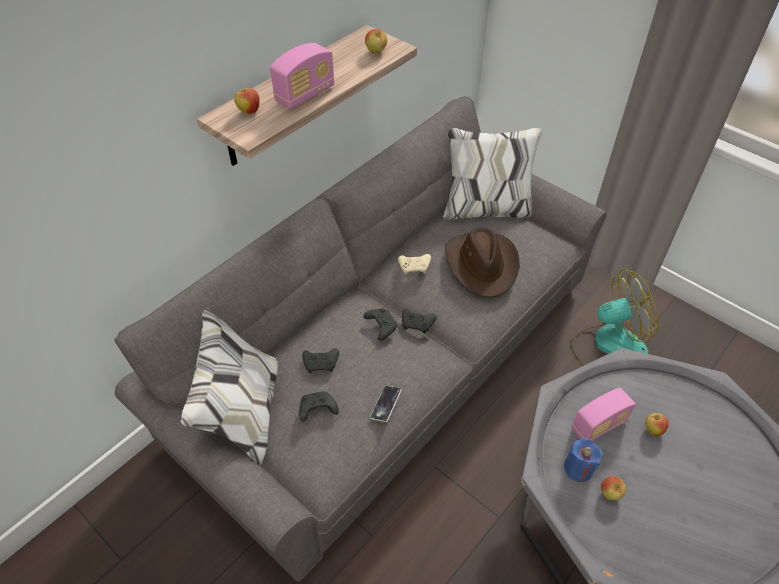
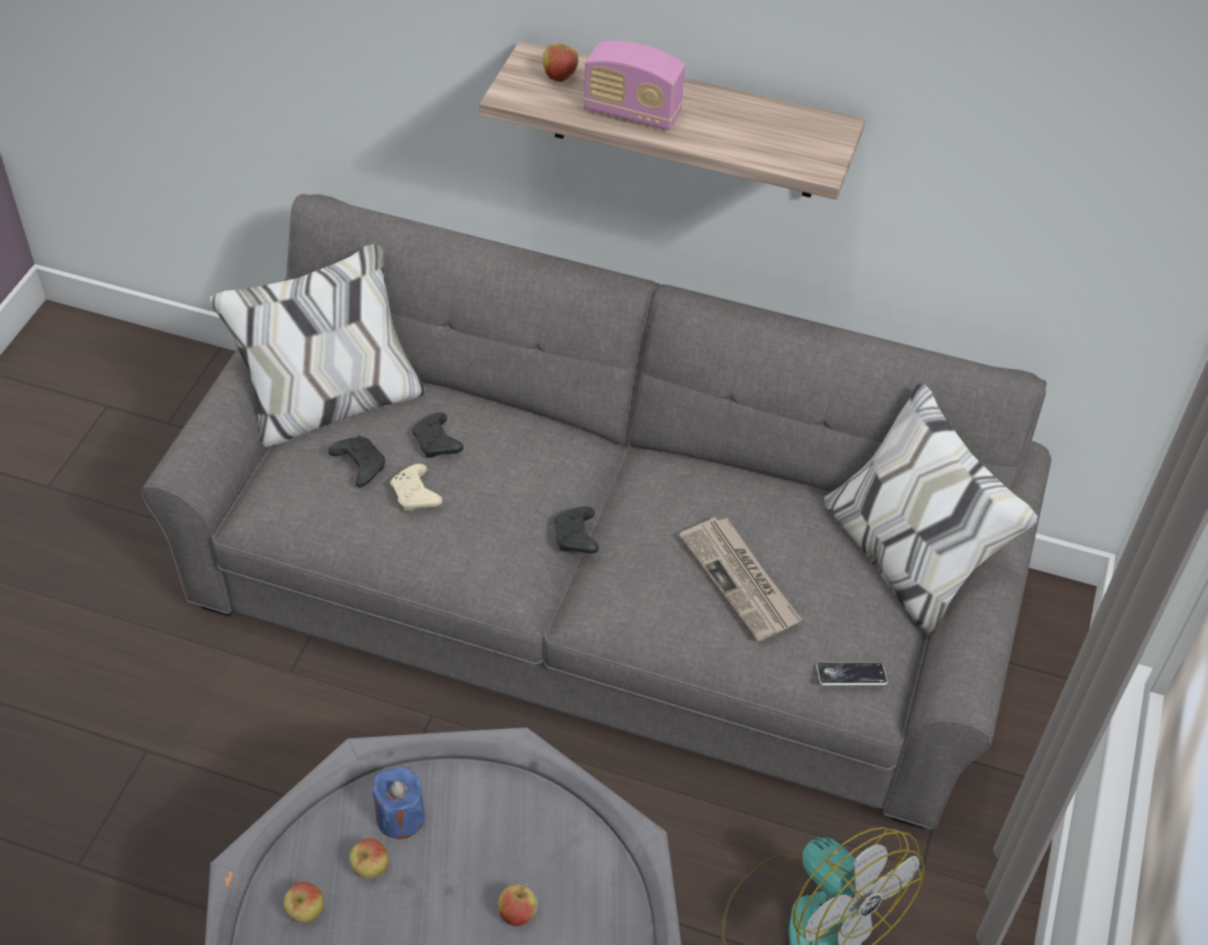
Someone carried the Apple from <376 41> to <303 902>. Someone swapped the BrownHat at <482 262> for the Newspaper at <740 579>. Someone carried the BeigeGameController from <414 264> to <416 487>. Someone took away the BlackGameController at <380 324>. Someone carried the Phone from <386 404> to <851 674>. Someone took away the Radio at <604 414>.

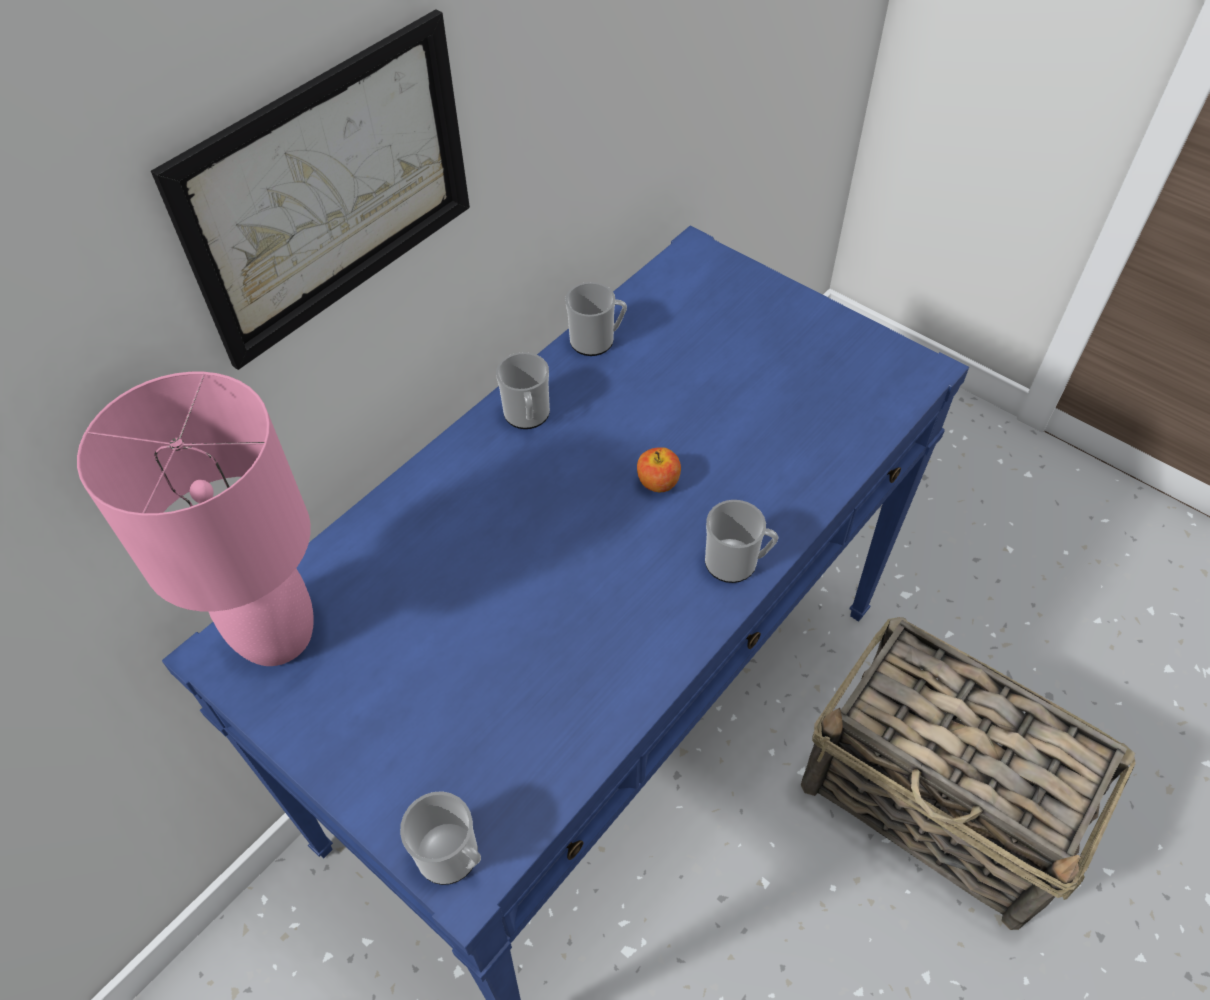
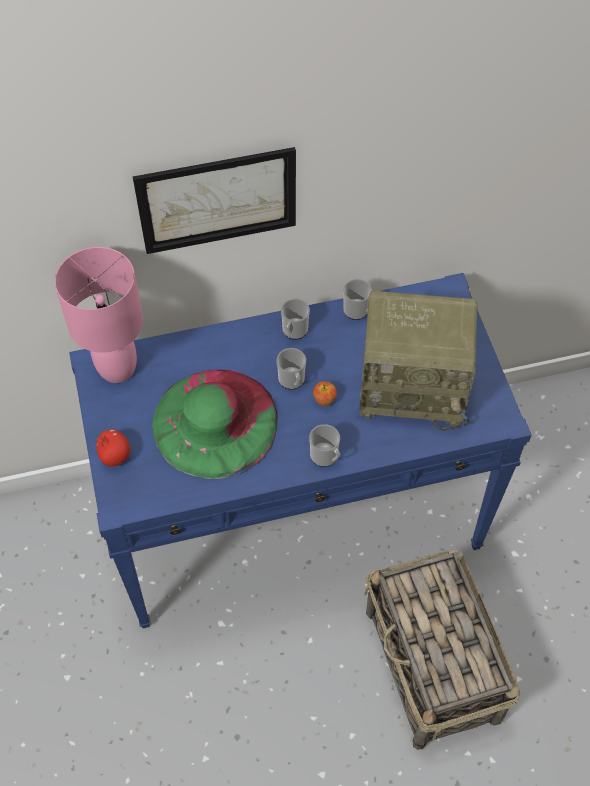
Someone carried the Mug from <440 838> to <291 369>. Someone put down the Radio at <418 360>. Someone put down the GreenHat at <215 424>. Someone put down the Apple at <113 448>.

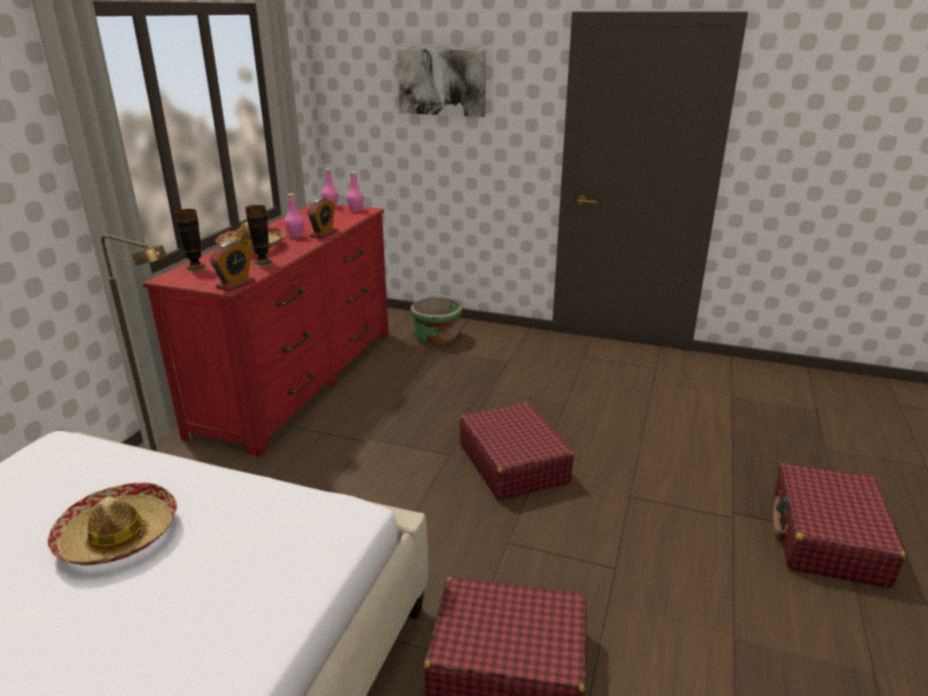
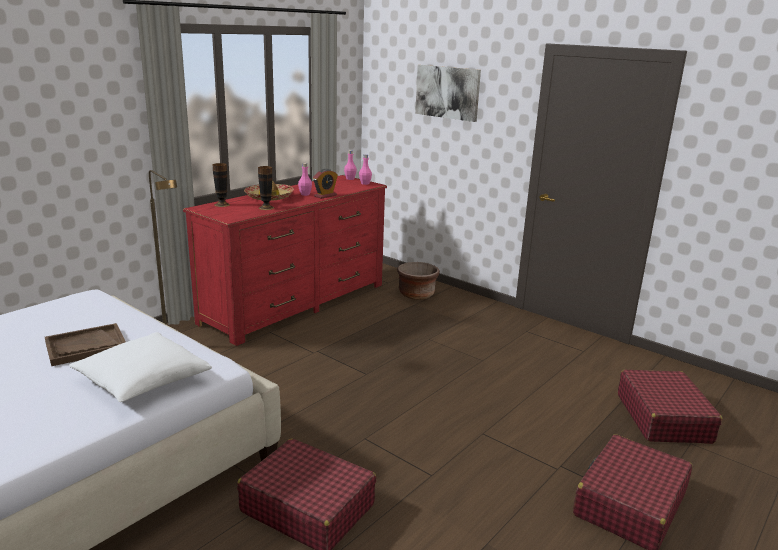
Someone took away the AlarmClock at <232 266>. Someone repainted the GreenPlanter at <436 320>, which became the BrownPlanter at <418 281>. Someone carried the RedSuitcase from <516 451> to <670 407>. Someone swapped the Hat at <112 524> for the BrownTray at <85 344>. Someone put down the WhitePillow at <140 367>.

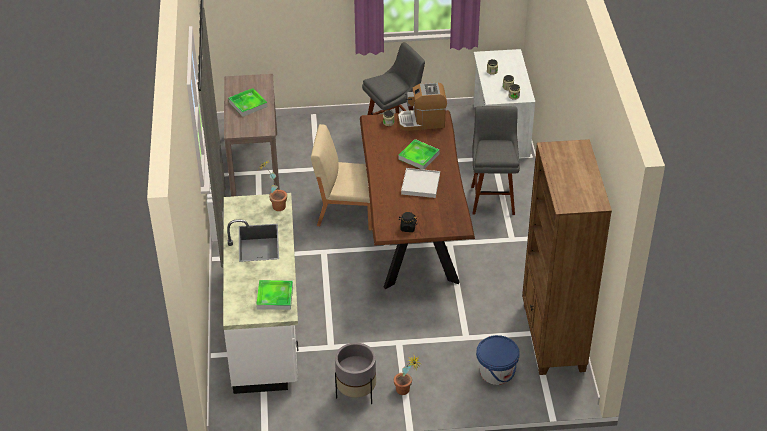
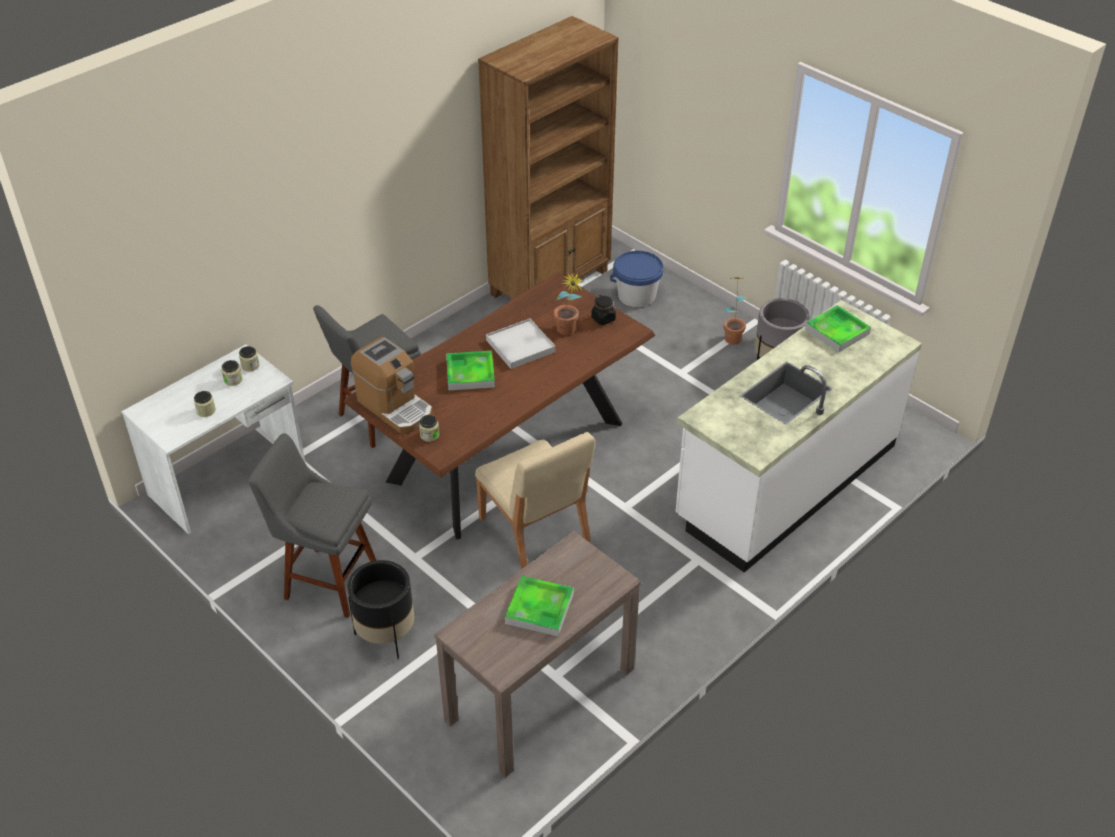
Someone carried the PottedPlant from <272 186> to <568 303>. Someone put down the BlackPlanter at <381 609>.

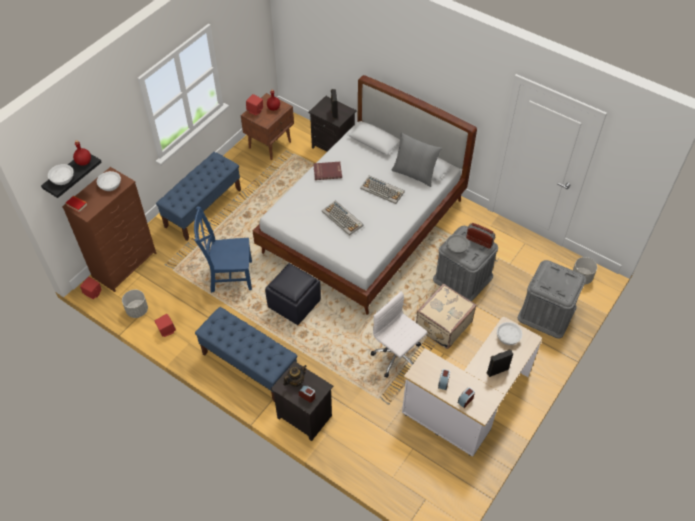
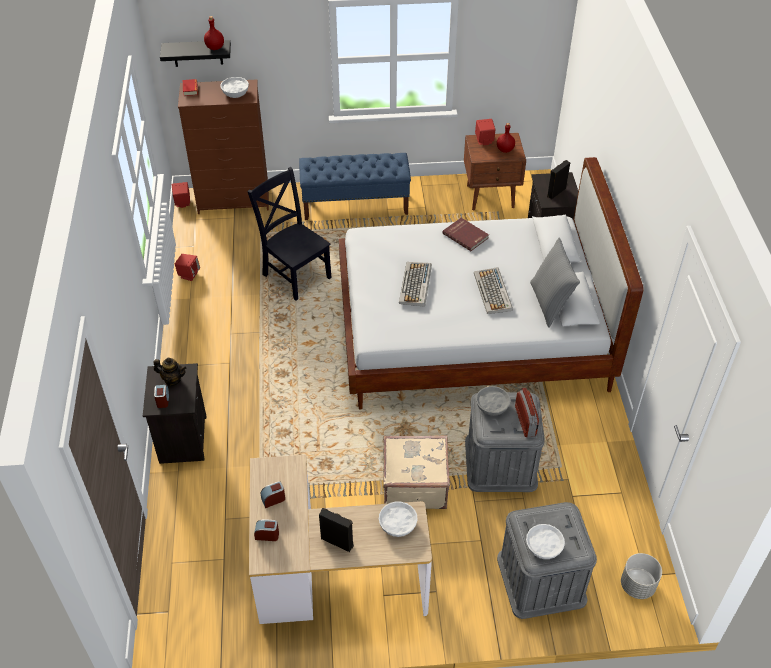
Someone carried the WhiteBowl from <61 174> to <545 541>. Someone repainted the BlueChair at <223 249>, which became the BlackChair at <289 234>. Someone took away the BlackOttoman at <293 294>. Someone took away the GreyPlanter at <135 304>. Someone took away the WhiteOfficeChair at <399 334>. Someone took away the BlueBench at <246 354>.

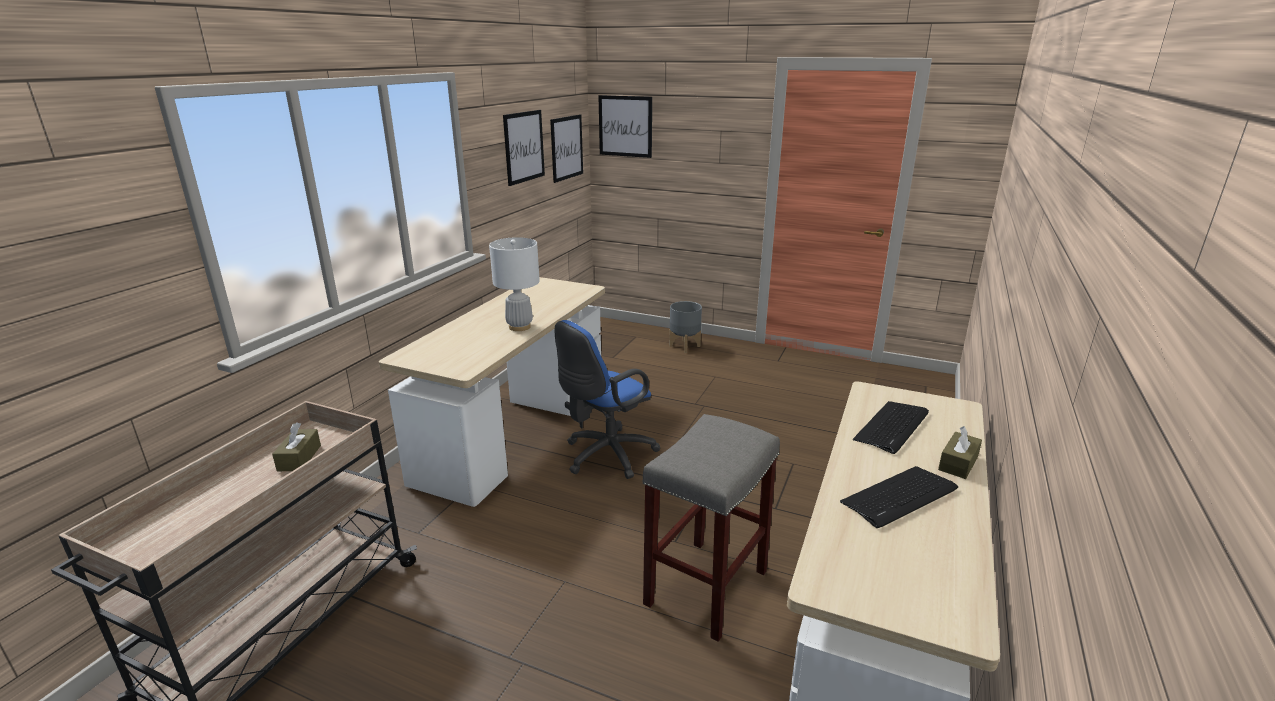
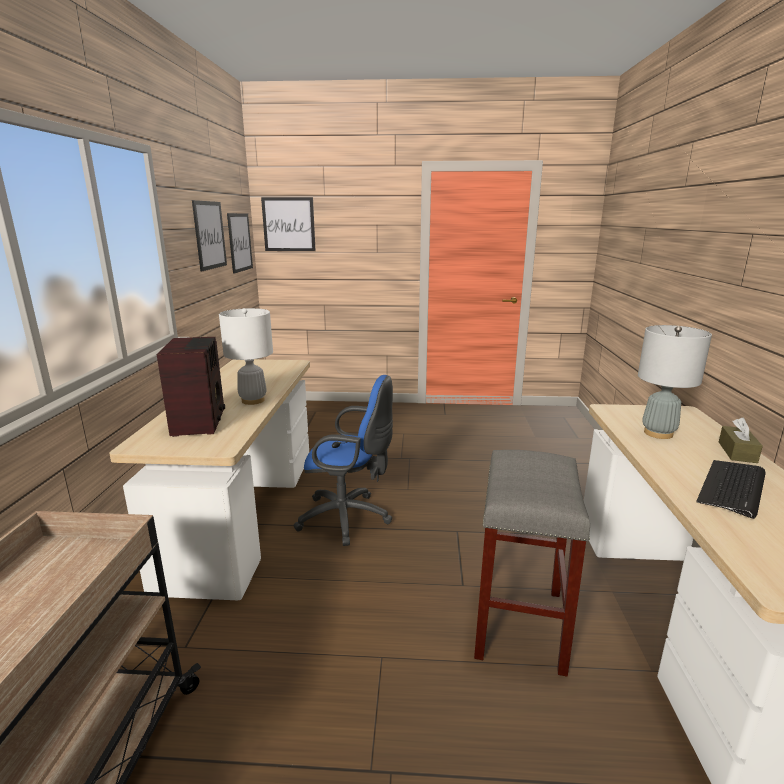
Someone took away the GreyPlanter at <685 327>. Someone rotated the BlueOfficeChair at <607 399> by 105 degrees counterclockwise. Someone swapped the Keyboard at <891 427> for the GreyTableLamp at <675 382>. Someone took away the BrownTissueBox at <296 446>. Someone put down the Radio at <191 387>.

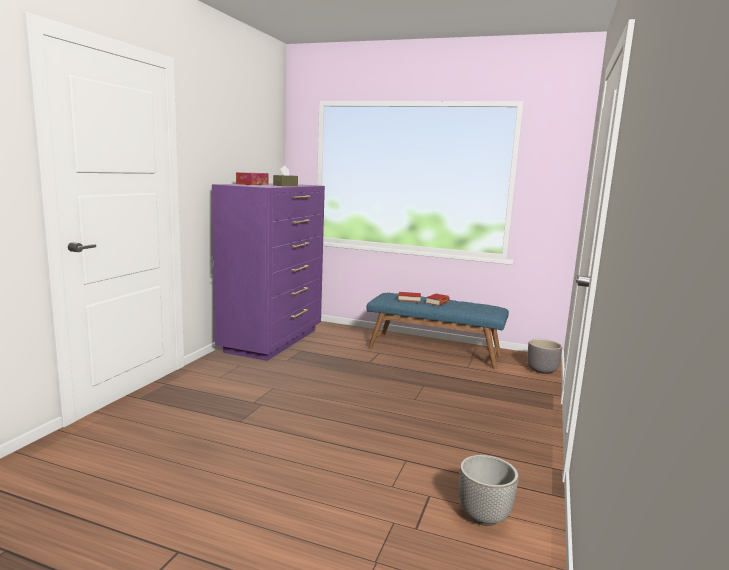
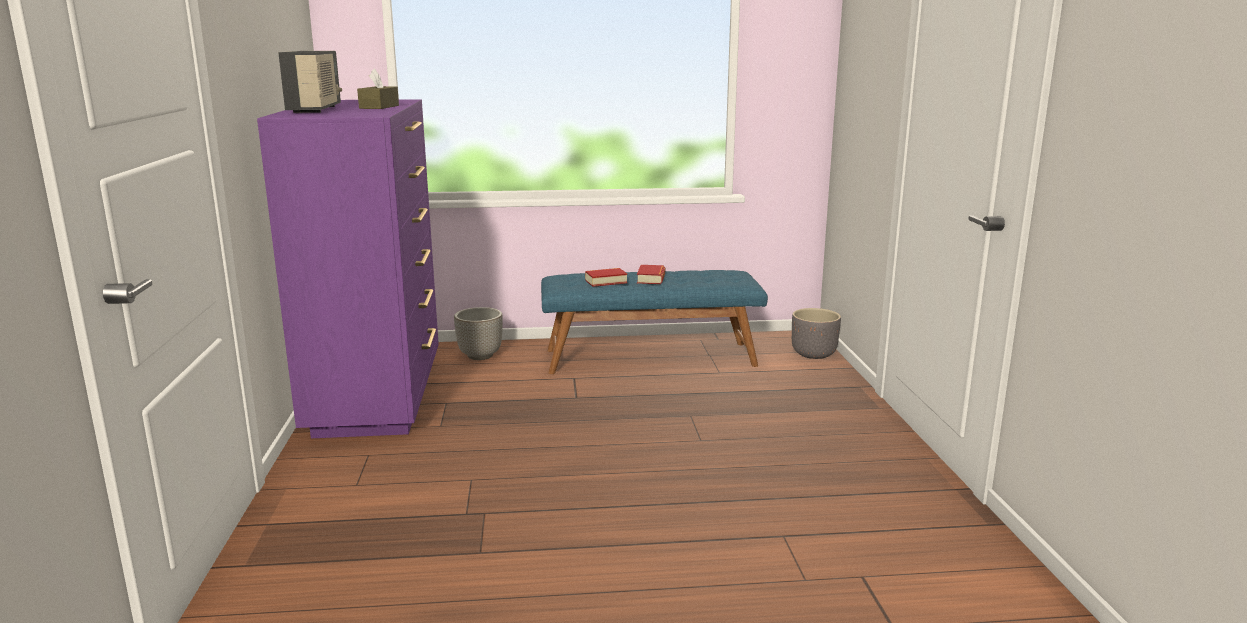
Someone swapped the TissueBox at <252 178> for the Radio at <310 82>. Someone carried the Planter from <489 490> to <478 333>.

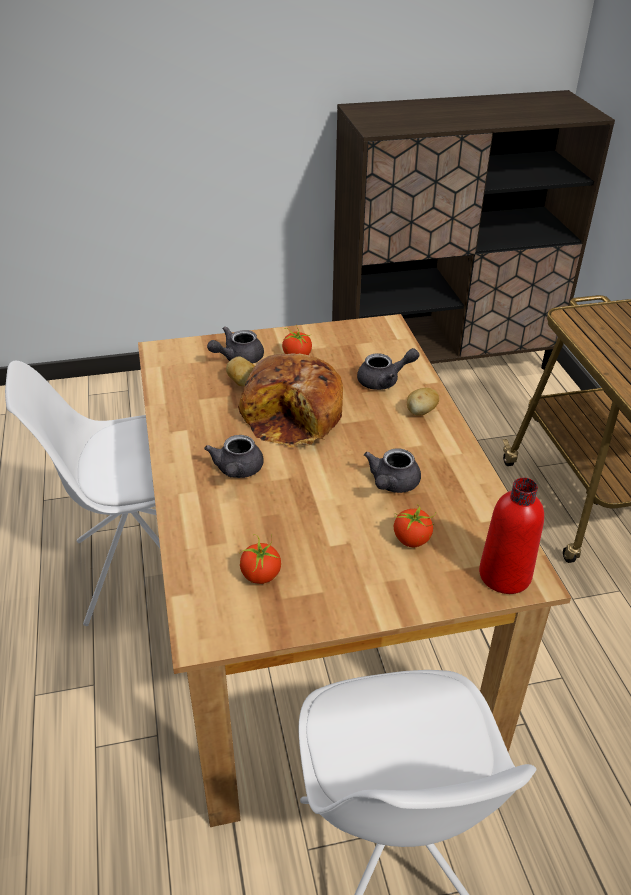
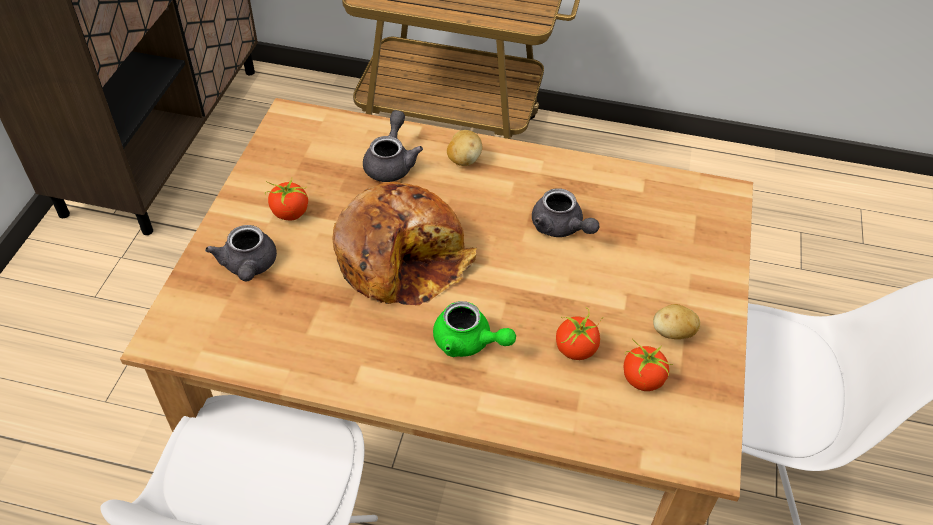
Someone carried the Potato from <240 371> to <676 321>. Someone repainted the GreyTeapot at <234 456>, which became the GreenTeapot at <474 329>. Someone took away the RedBottle at <511 535>. Someone carried the Tomato from <415 525> to <579 334>.

